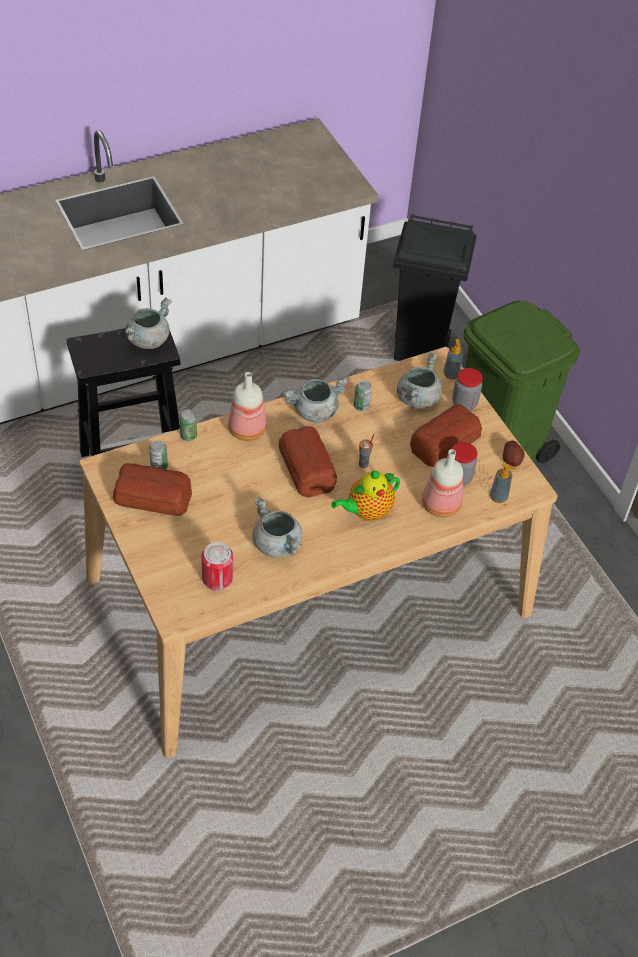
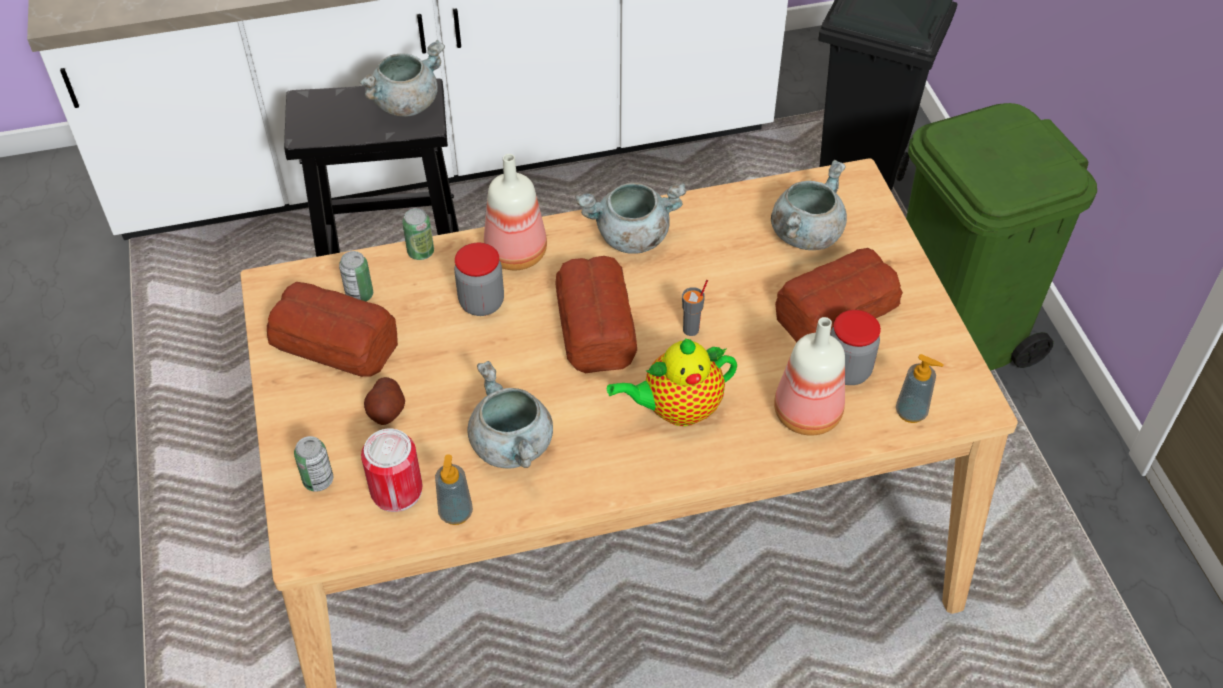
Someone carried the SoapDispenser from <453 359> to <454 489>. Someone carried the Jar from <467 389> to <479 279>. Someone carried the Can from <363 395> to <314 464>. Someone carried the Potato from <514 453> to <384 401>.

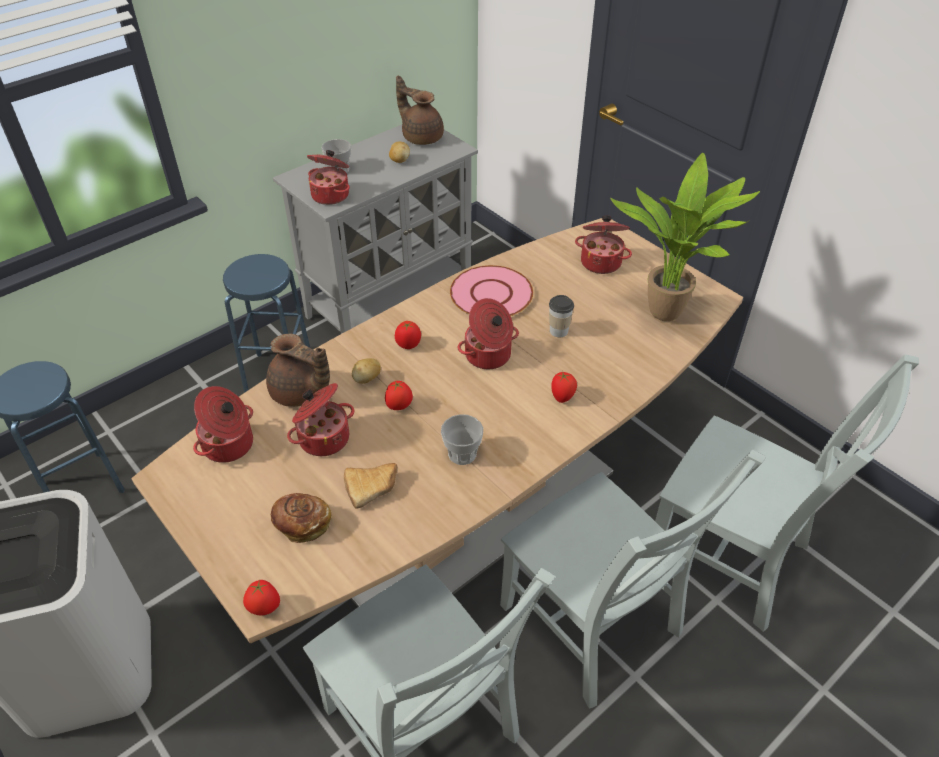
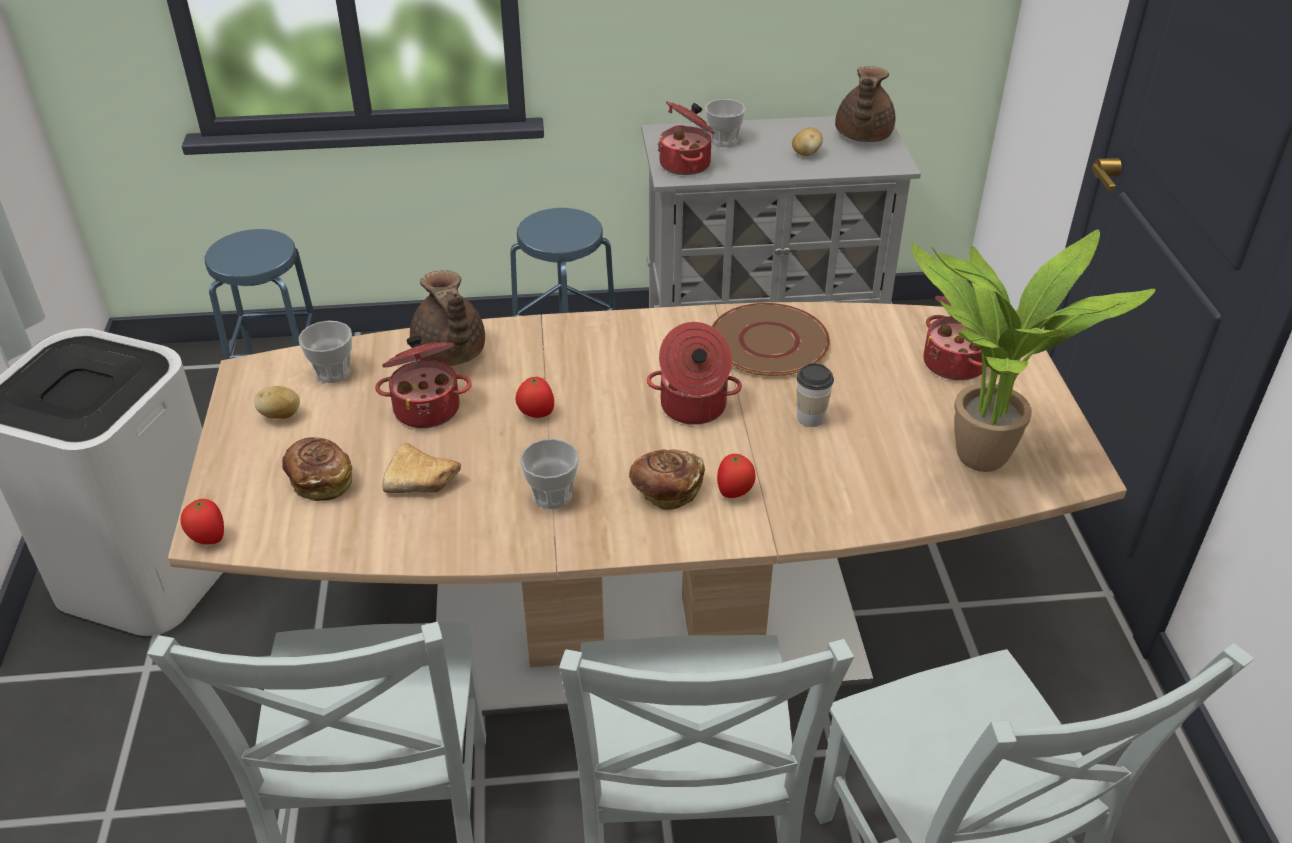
Someone rotated the BrownTeapot at <420 110> by 150 degrees counterclockwise. Someone repainted the PinkPlate at <491 290>, which became the BrownPlate at <771 339>. Someone took away the Tomato at <408 335>. Someone carried the Potato from <366 371> to <277 402>. Someone swapped the CookingPot at <223 424> for the Cup at <325 352>. Someone put down the Bread at <667 479>.

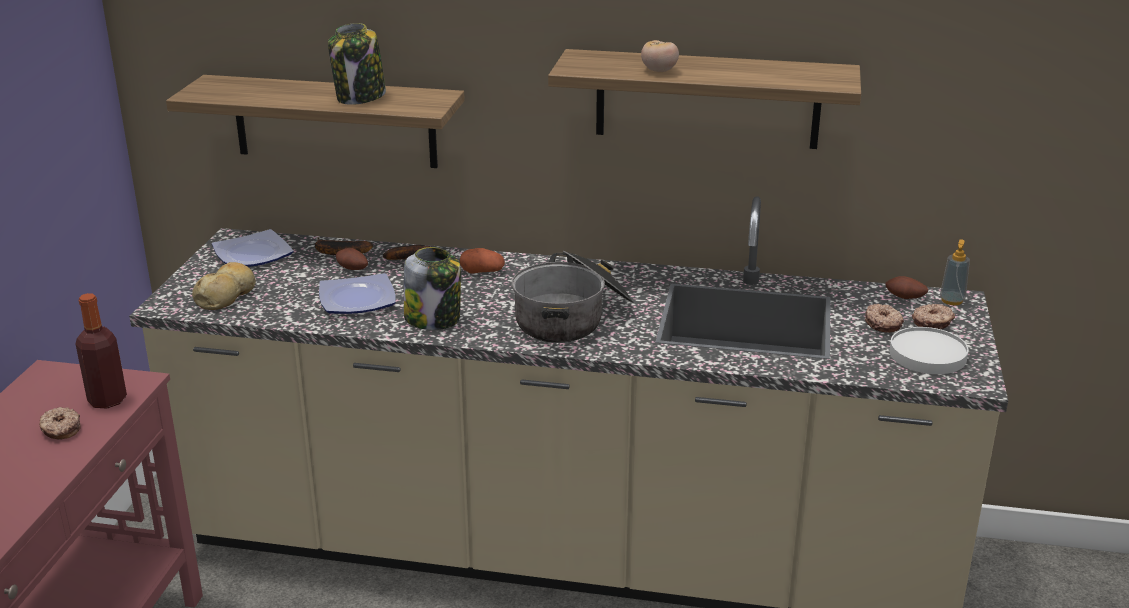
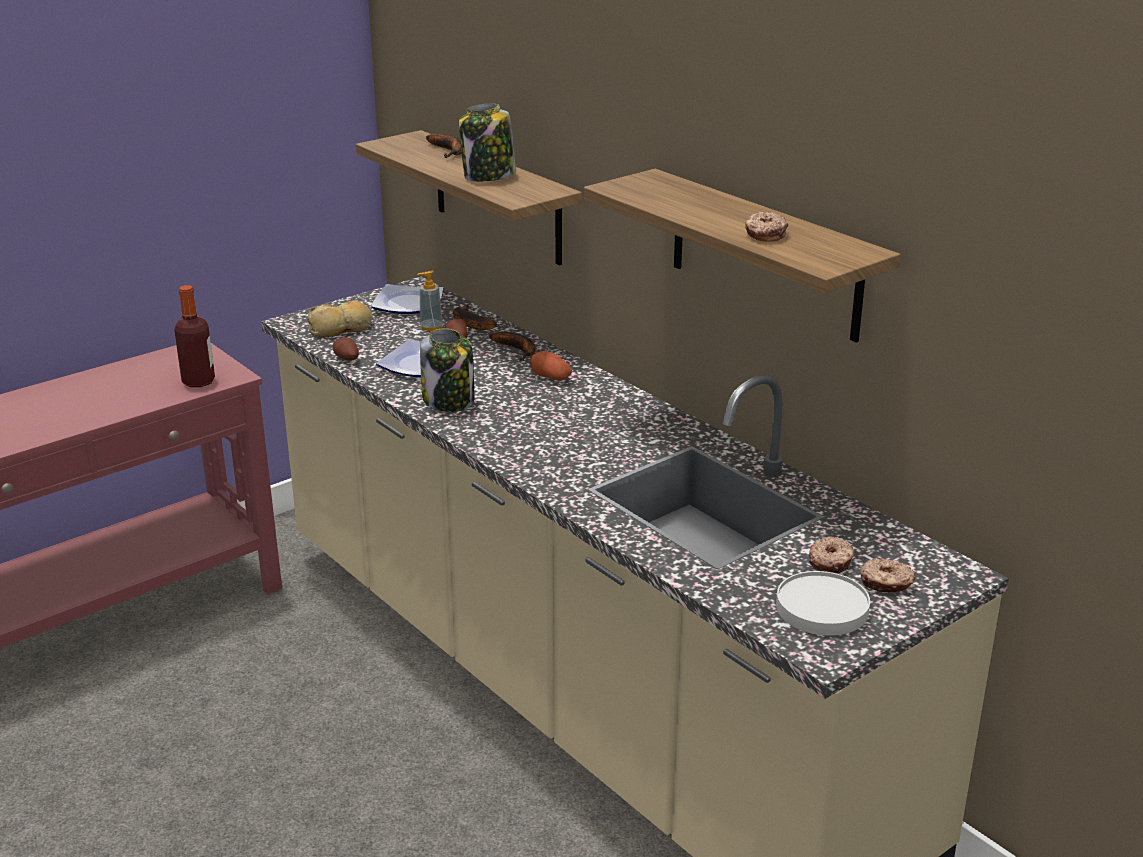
Someone took away the Tomato at <660 56>. Someone carried the SoapDispenser from <955 272> to <430 300>. Someone took away the CookingPot at <572 297>. Someone carried the Potato from <906 287> to <346 349>. Someone carried the Donut from <60 423> to <766 227>. Someone put down the Banana at <444 146>.

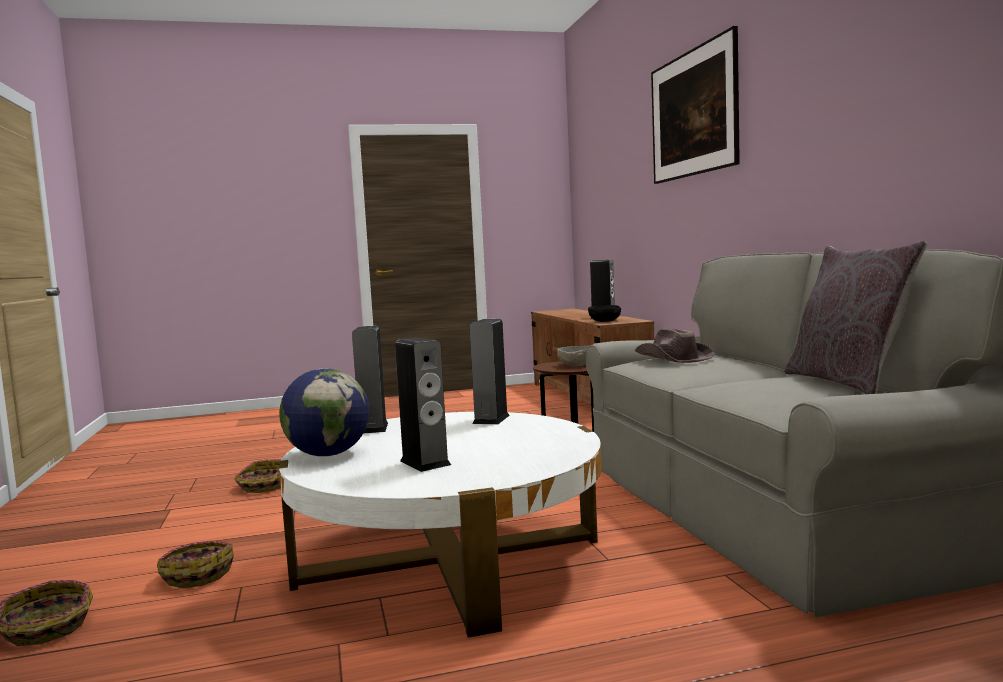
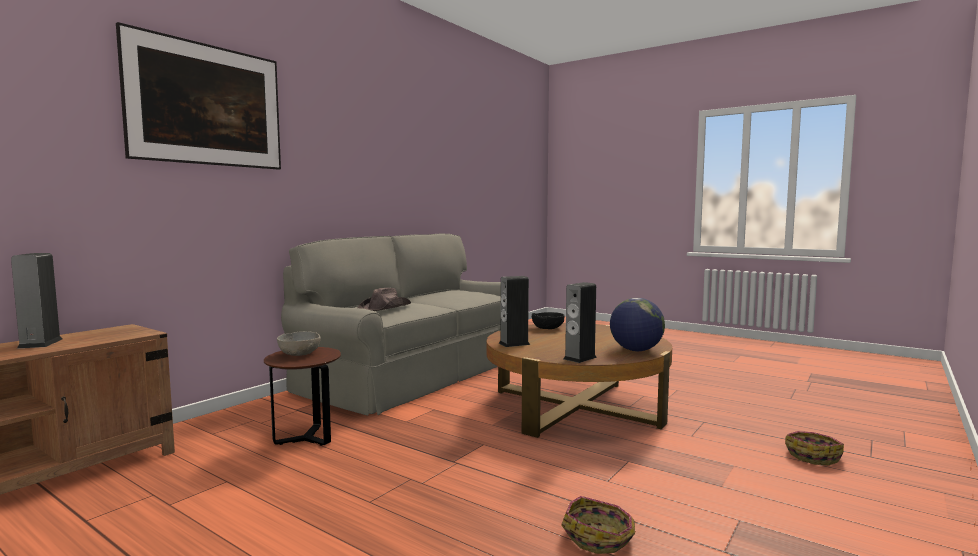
Someone took away the GreyPillow at <856 317>. Someone carried the BlackBowl from <604 313> to <548 320>. Someone took away the Speaker at <423 404>. Someone repainted the WhiteCoffeeTable at <440 525>, which became the BrownCoffeeTable at <579 380>. Someone took away the Basket at <195 564>.

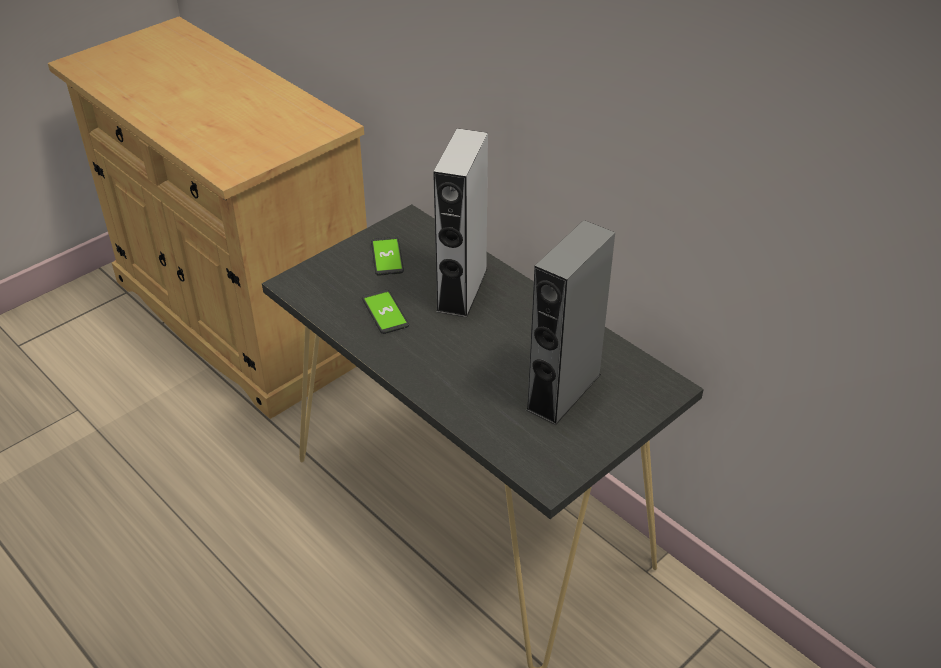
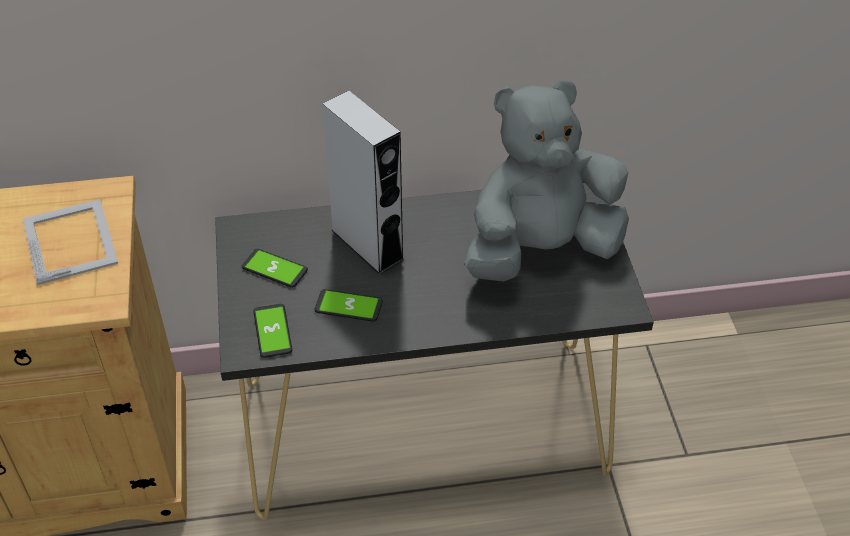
Someone swapped the GreySpeaker at <570 322> for the GreyPlushToy at <546 180>. Someone put down the PictureFrame at <70 242>. Someone put down the Phone at <272 331>.

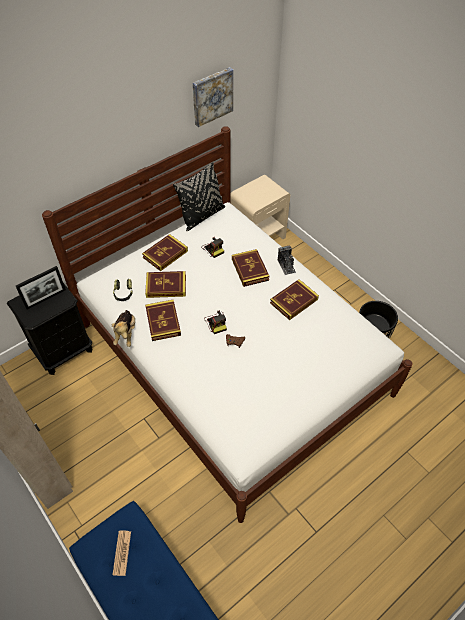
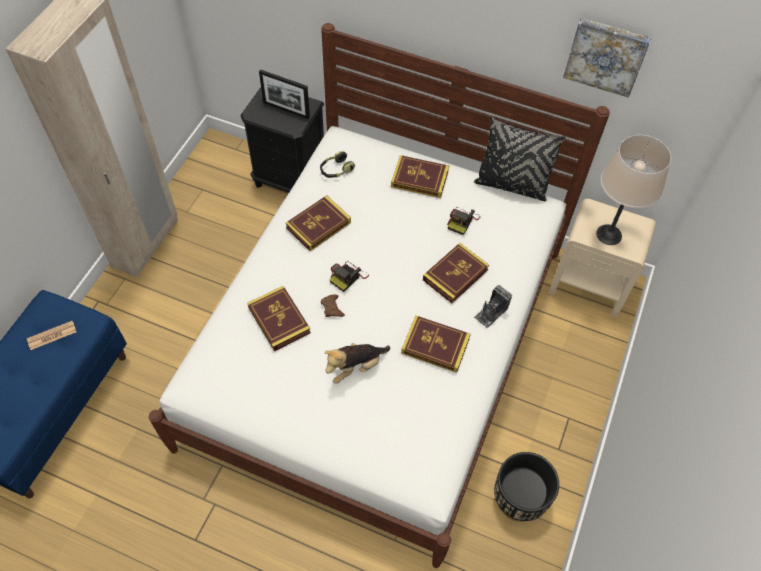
Someone carried the Book from <165 284> to <279 318>. Someone carried the PlushToy from <123 328> to <357 363>. Someone put down the BeigeTableLamp at <633 190>.

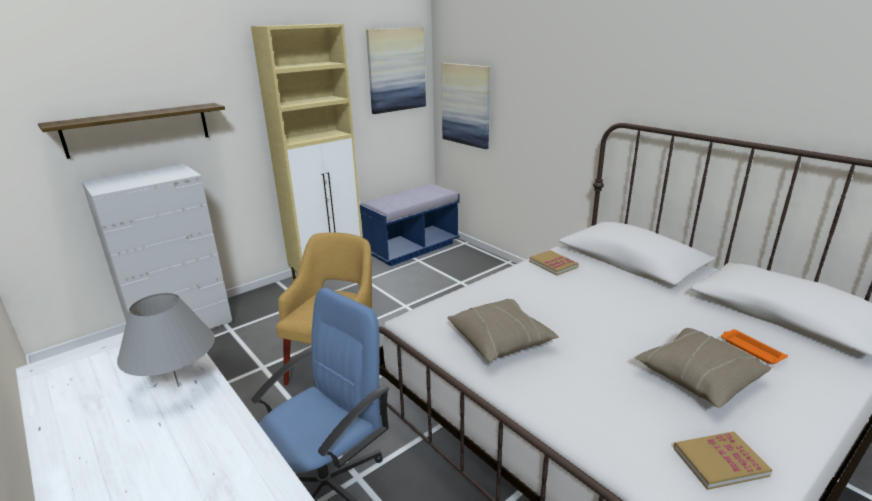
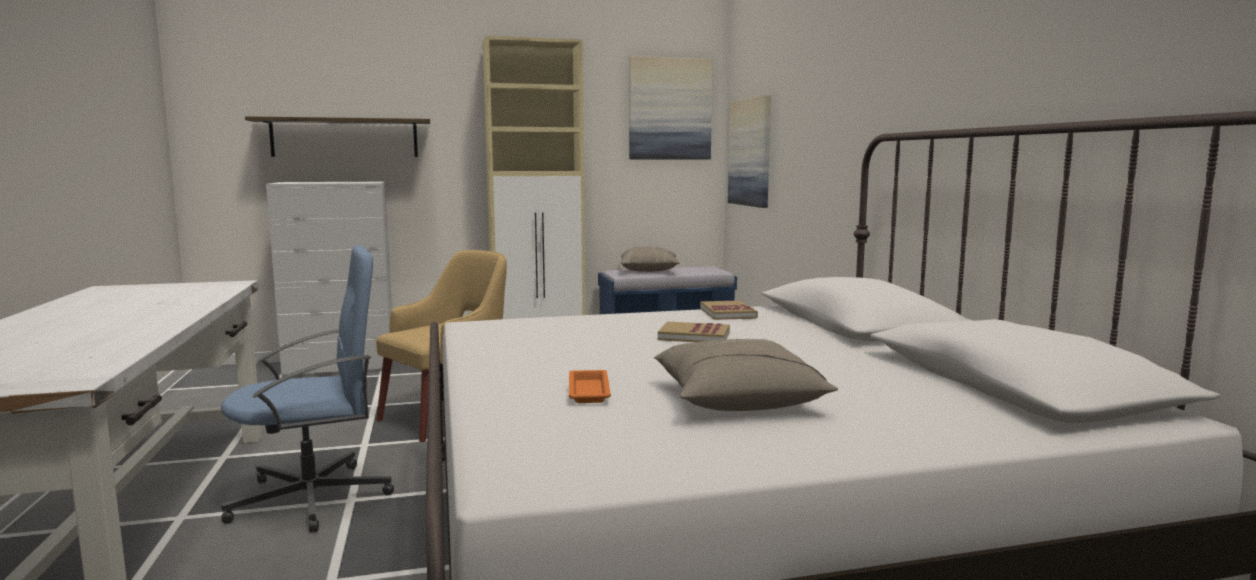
Someone took away the GreyTableLamp at <166 340>. Someone carried the BeigePillow from <503 330> to <650 259>. Someone carried the OrangeTray from <754 346> to <590 386>. Someone carried the Book from <722 461> to <694 332>.

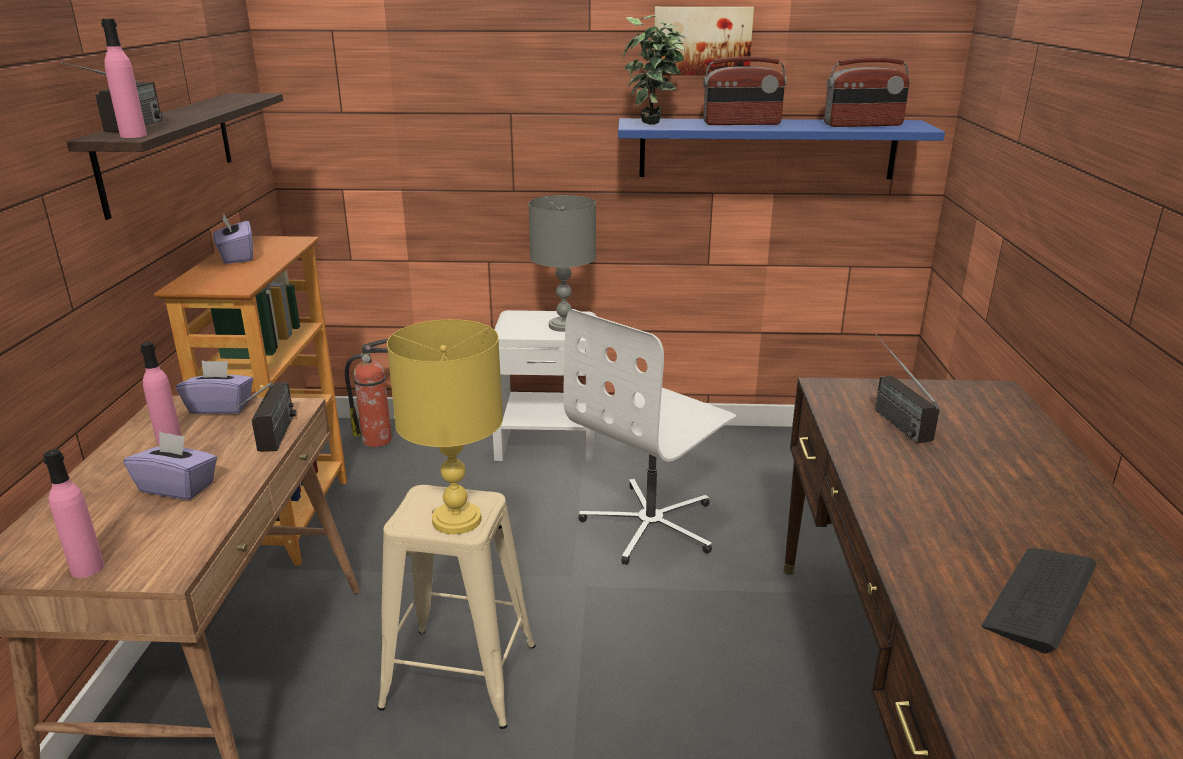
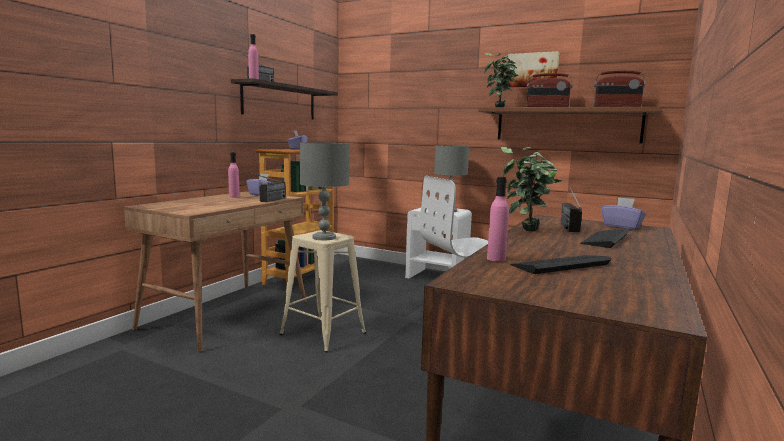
Someone repainted the BlueShelf at <781 148>, which became the BrownShelf at <570 125>. Someone repainted the YellowTableLamp at <445 426>, which became the GreyTableLamp at <324 191>. Someone took away the FireExtinguisher at <368 393>. Someone carried the PurpleTissueBox from <170 465> to <623 213>. Someone carried the PinkBottle from <73 513> to <498 219>. Someone put down the PottedPlant at <531 189>. Someone put down the Keyboard at <605 238>.

